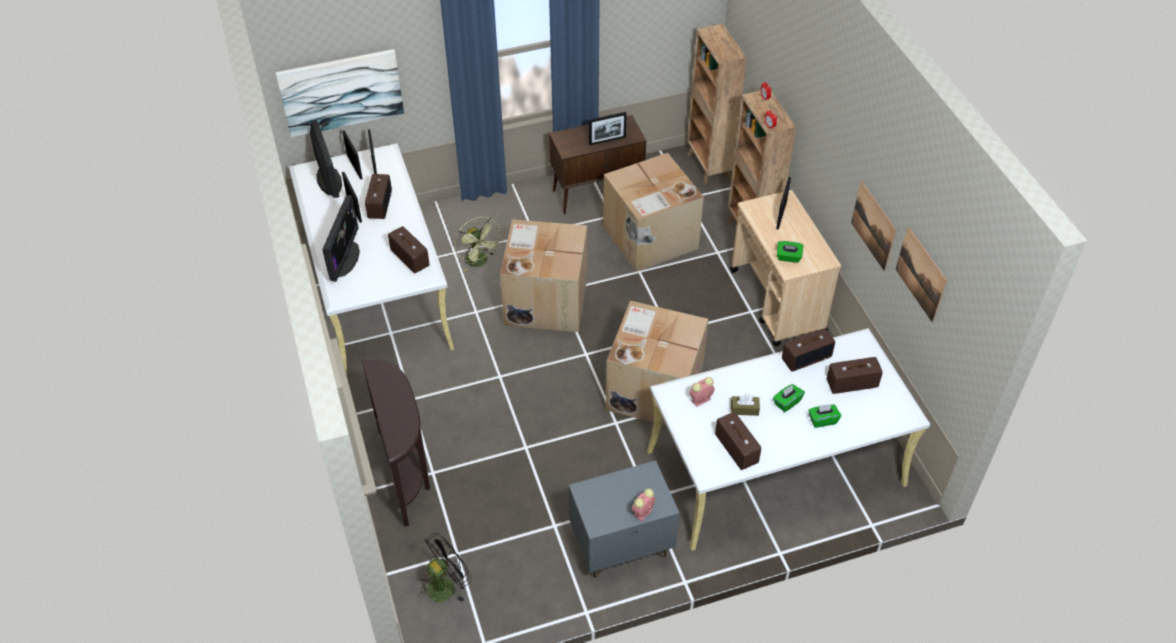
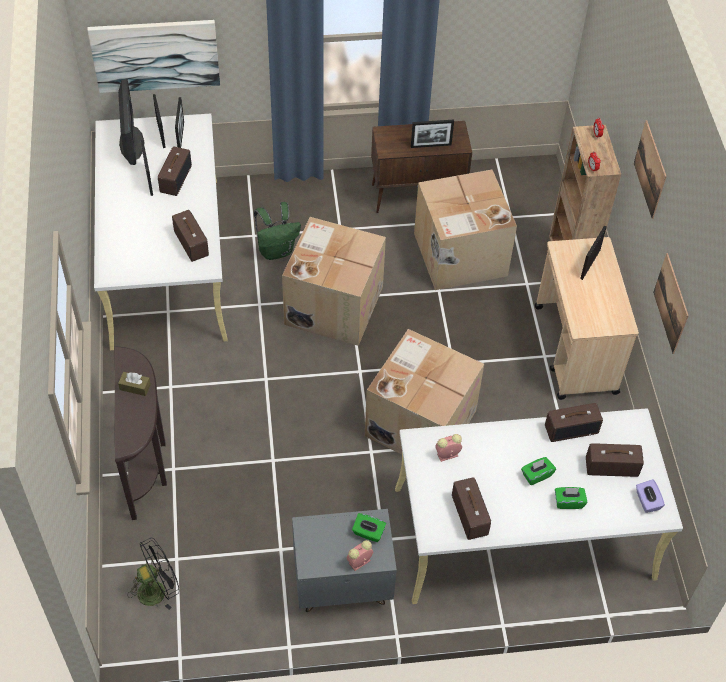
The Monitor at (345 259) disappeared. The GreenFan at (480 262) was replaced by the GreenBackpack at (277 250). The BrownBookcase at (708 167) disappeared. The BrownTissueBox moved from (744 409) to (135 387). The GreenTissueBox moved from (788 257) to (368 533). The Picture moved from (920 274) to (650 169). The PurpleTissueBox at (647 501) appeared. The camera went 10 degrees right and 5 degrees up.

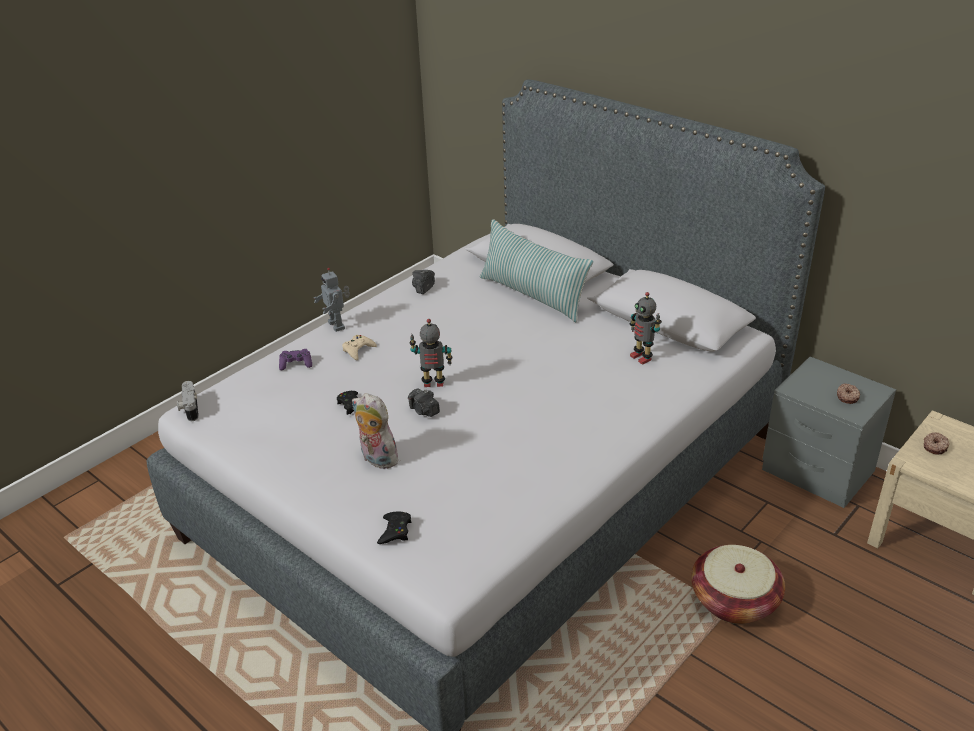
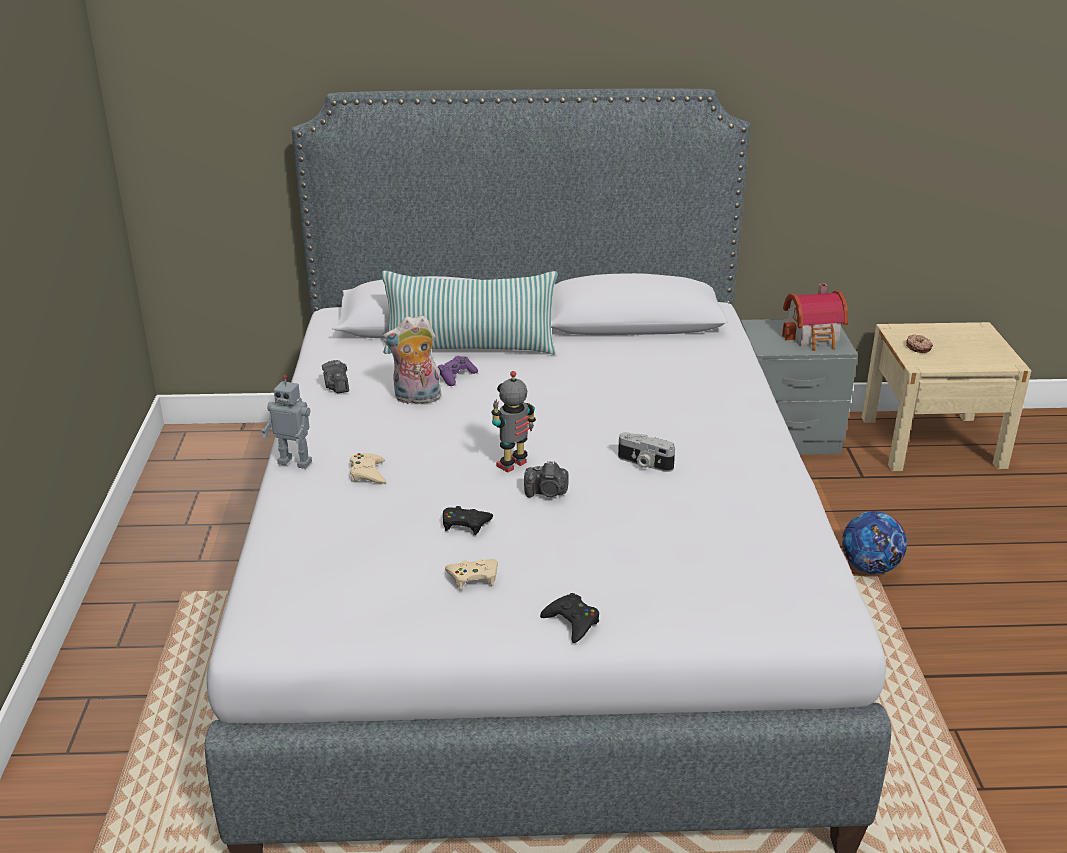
The PhotoCamera moved from (189 408) to (644 463). The PurpleGameController moved from (296 364) to (456 376). The PlushToy moved from (376 459) to (416 399). The BlackGameController moved from (395 531) to (572 622). The ToyRobot at (642 357) disappeared. The Basket at (734 600) was replaced by the Football at (869 567). The Donut at (848 397) was replaced by the ToyHouse at (815 337). The BeigeGameController at (473 577) appeared. The camera went 45 degrees left and 5 degrees down.

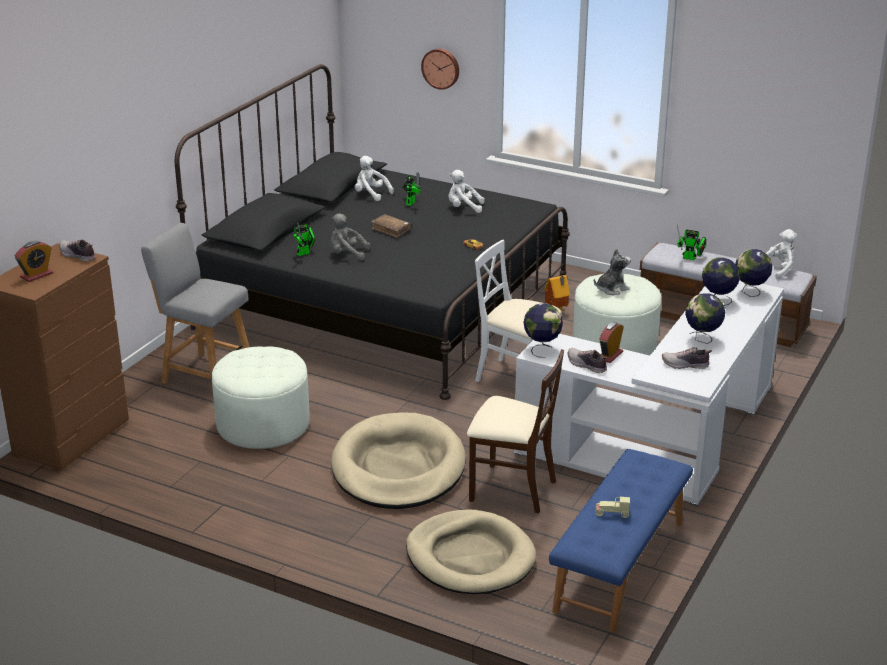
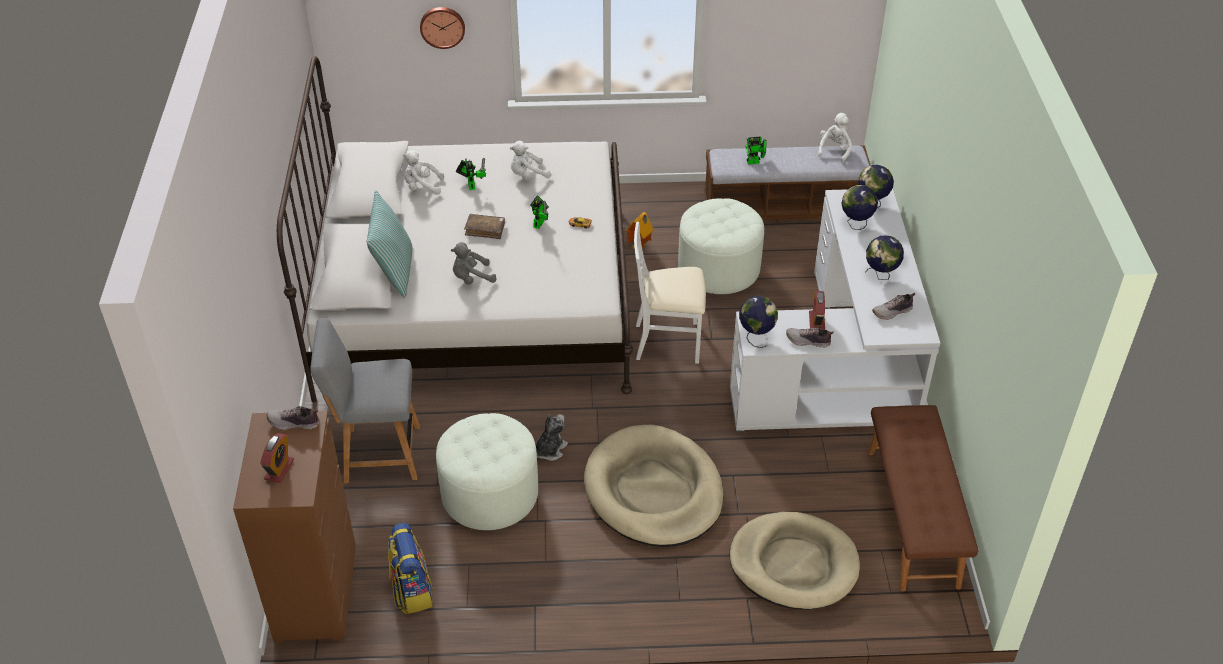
The BlackBed at (383 303) became the WhiteBed at (474 295). The ToyRobot moved from (305 253) to (539 223). The BeigeChair at (511 489) disappeared. The BlueBench at (621 566) became the BrownBench at (913 517). The PlushToy moved from (611 289) to (550 450). The BeigeToyCar at (611 514) disappeared. The Pillow at (394 272) appeared. The Backpack at (411 590) appeared. The camera went 30 degrees left and 15 degrees up.

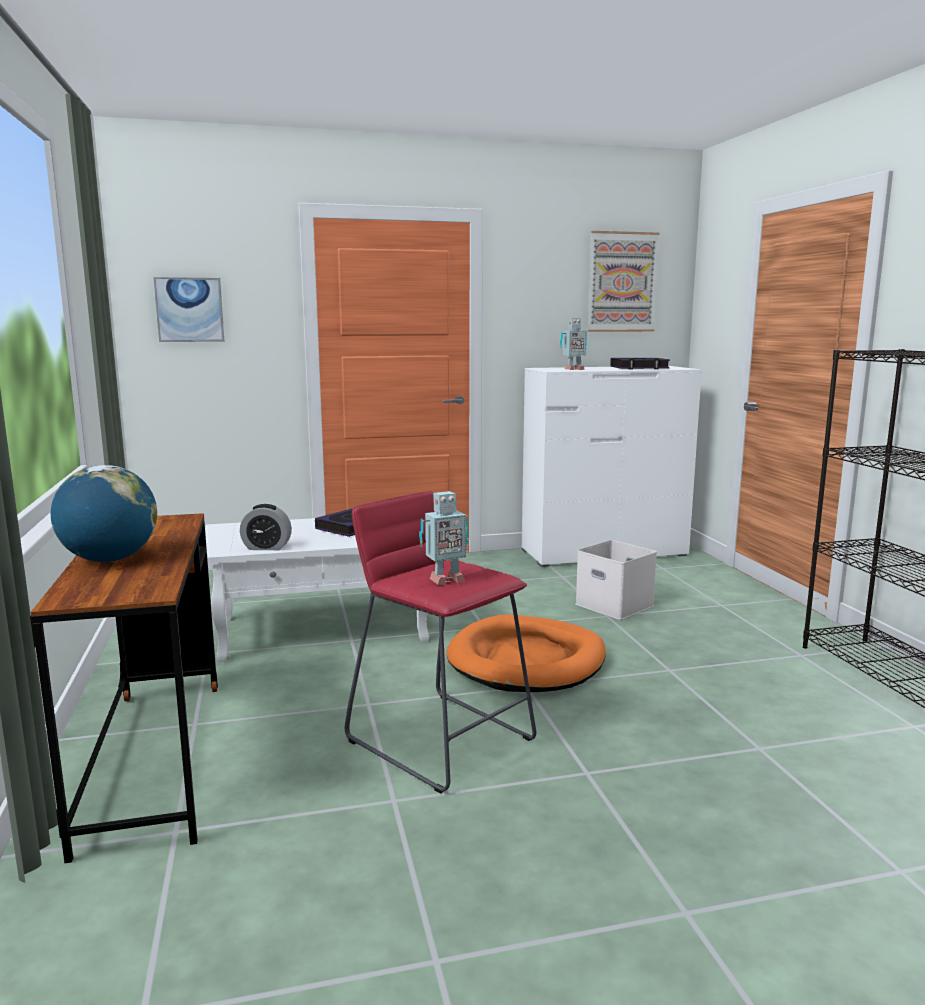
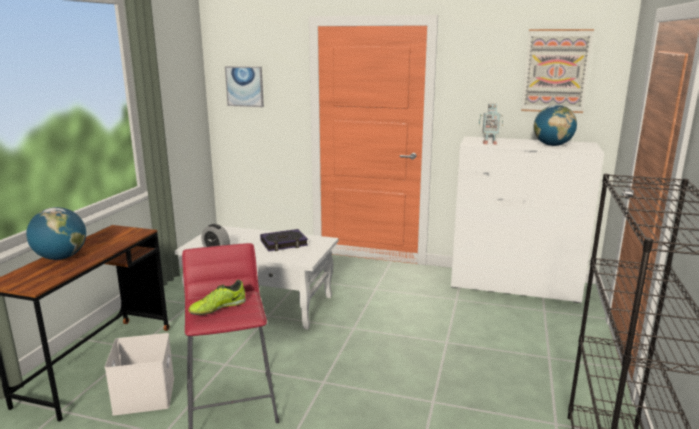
The ToyRobot at (445 580) was replaced by the Shoe at (218 308). The OrangeDogBed at (527 660) disappeared. The WhiteStorageBox moved from (616 605) to (145 395). The Book at (639 368) was replaced by the Globe at (552 145). The camera went 30 degrees right and 5 degrees up.

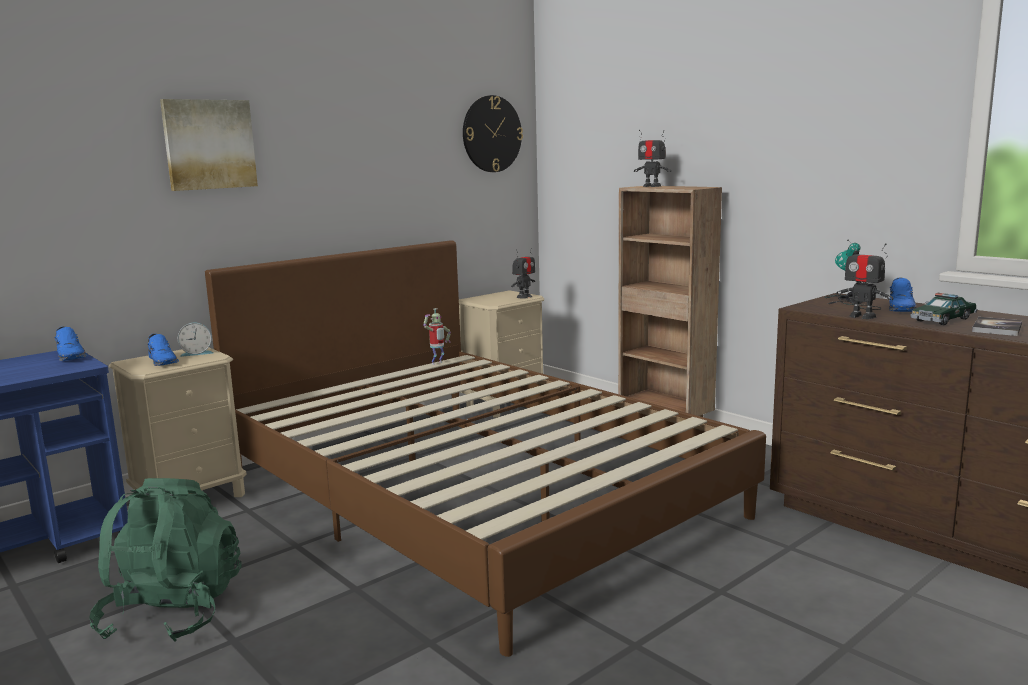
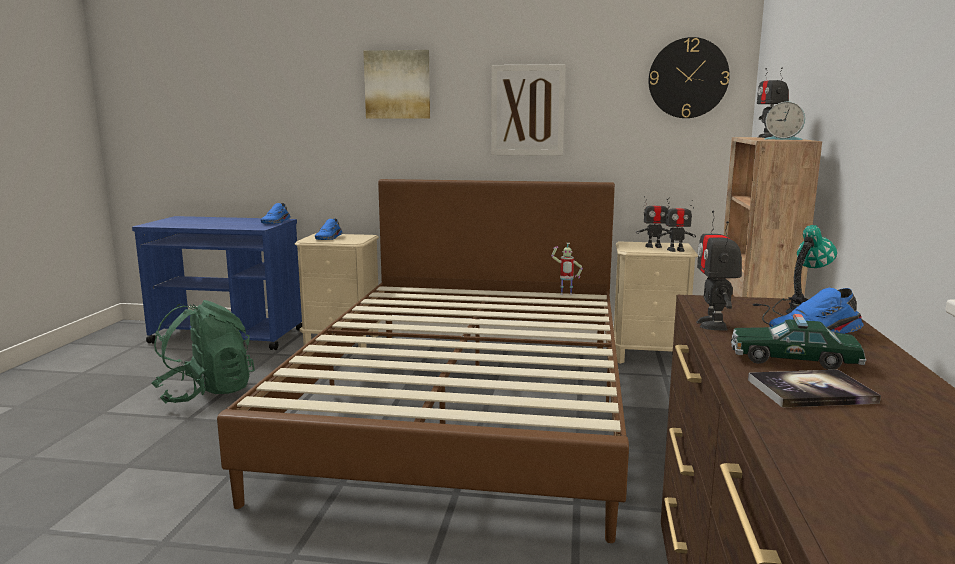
The AlarmClock moved from (196 353) to (784 139). The Picture at (527 110) appeared. The ToyRobot at (653 246) appeared. The camera went 50 degrees right and 0 degrees up.

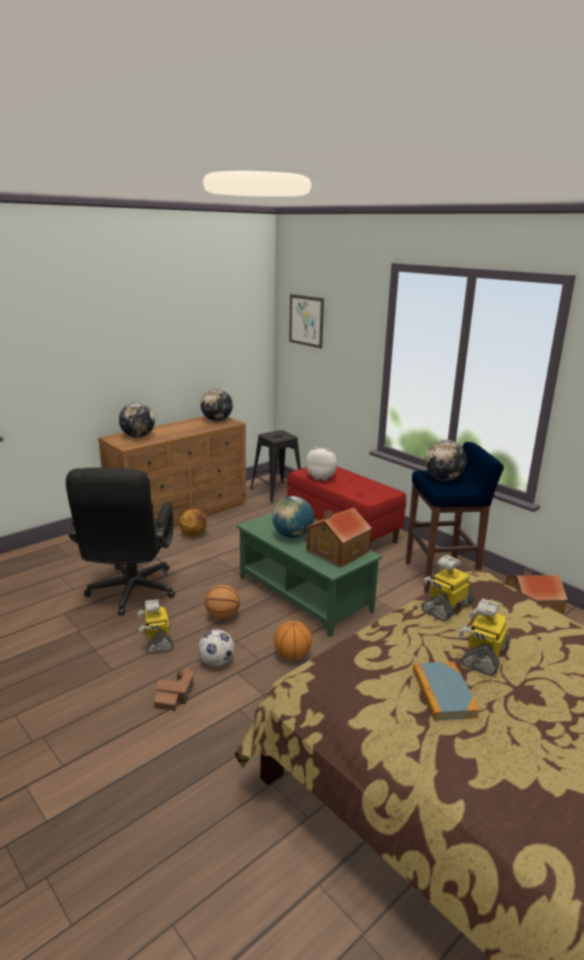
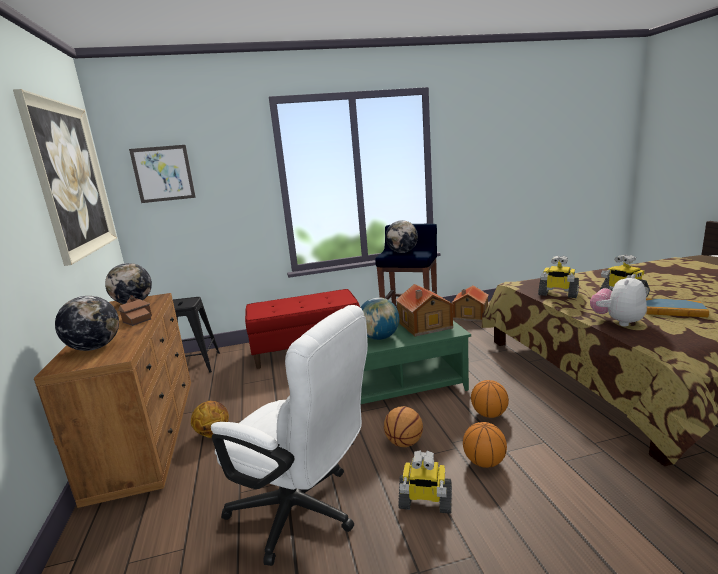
The BlackOfficeChair at (130 594) became the WhiteOfficeChair at (303 512). The ToyHouse moved from (175 696) to (137 318). The Football at (216 662) was replaced by the Basketball at (484 462). The PlushToy moved from (321 477) to (617 321). The ToyRobot at (446 607) turned 45 degrees counterclockwise. The Picture at (71 179) appeared. The camera went 60 degrees left and 5 degrees down.

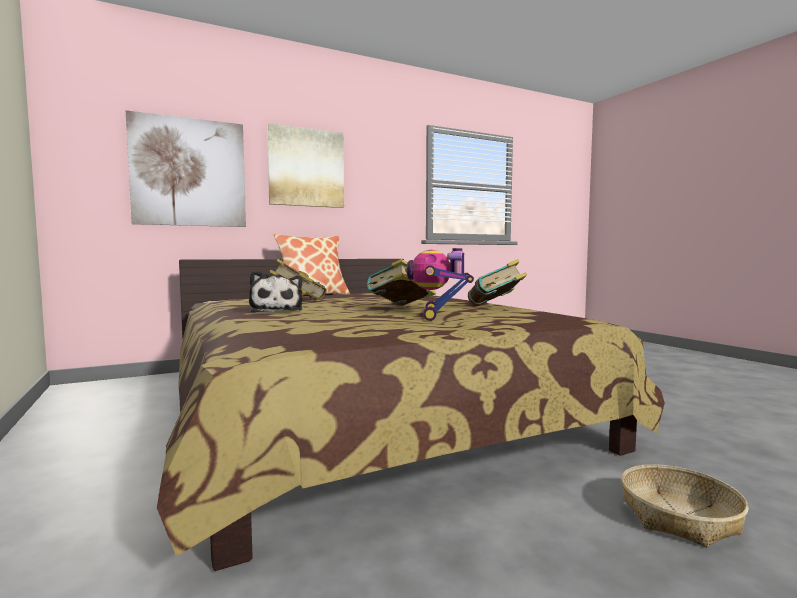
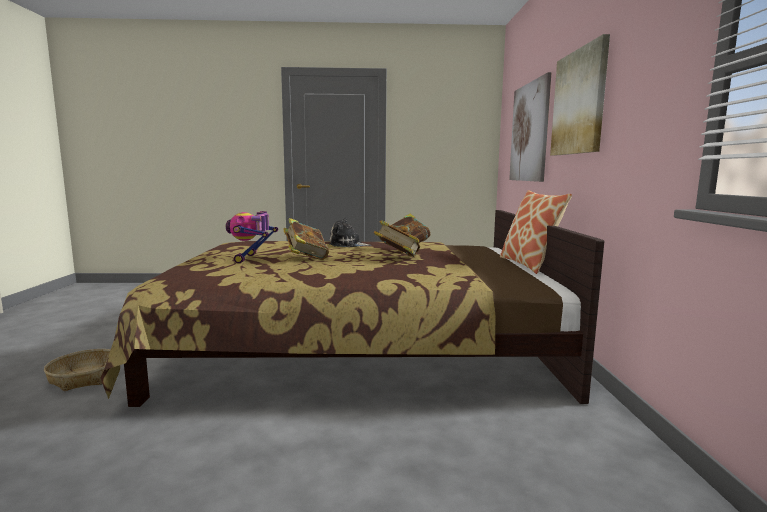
The ToyRobot at (440 316) turned 120 degrees counterclockwise. The Book moved from (495 308) to (397 258). The camera went 115 degrees right and 5 degrees up.

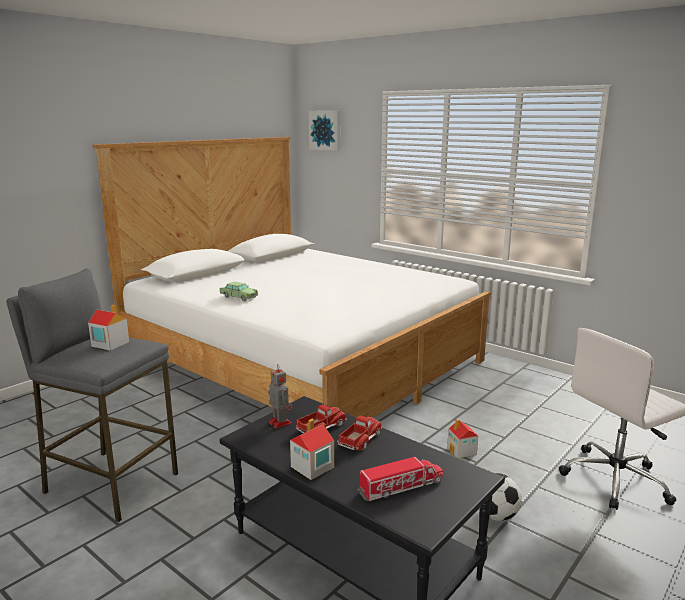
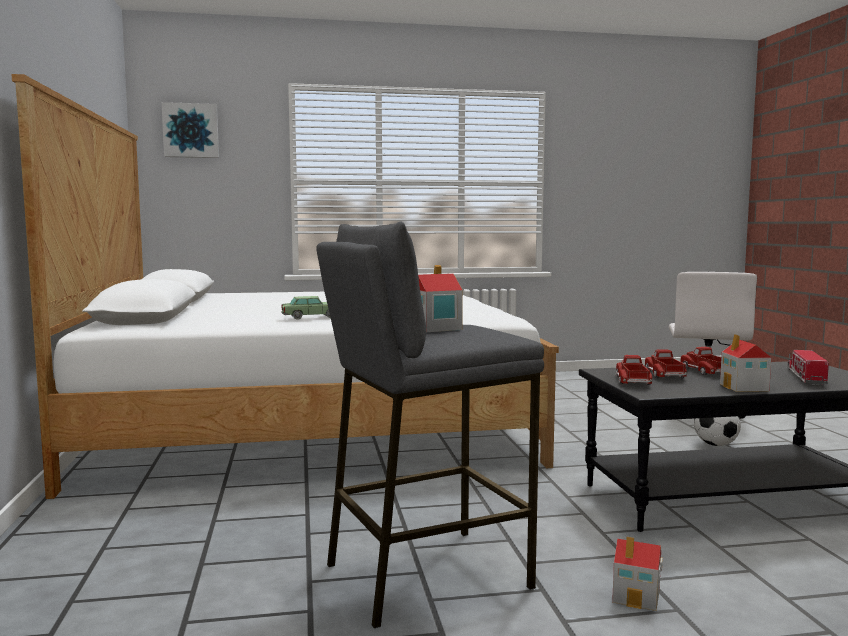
The ToyRobot at (279 422) was replaced by the ToyTruck at (632 381). The ToyHouse moved from (462 451) to (637 596). The camera went 50 degrees left and 10 degrees down.

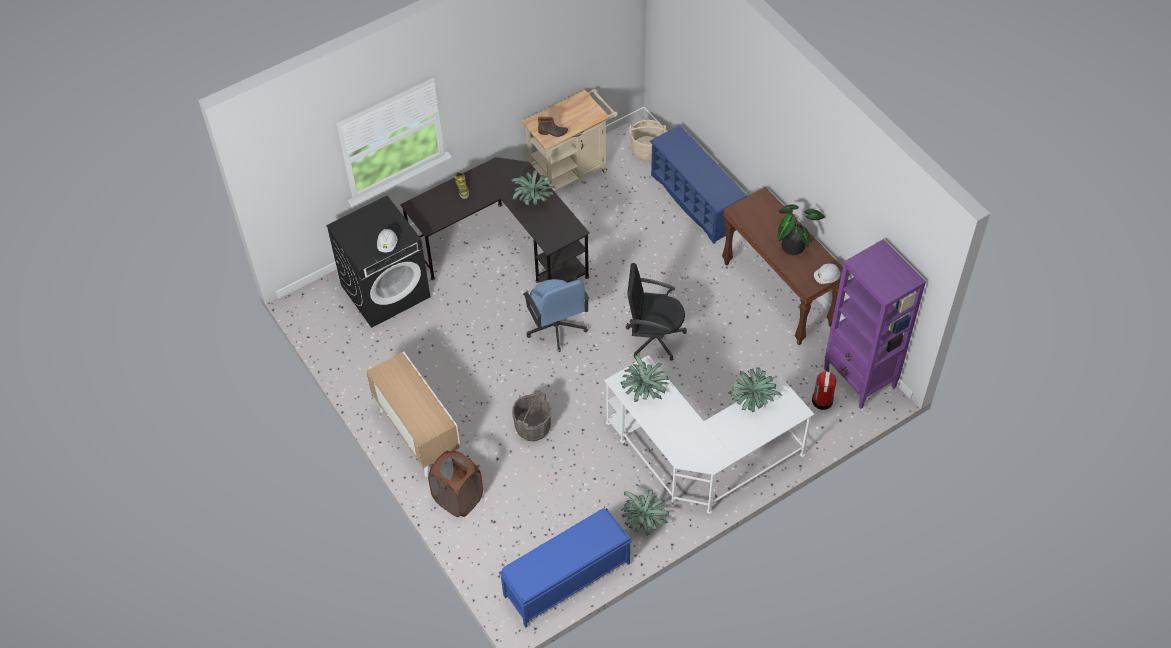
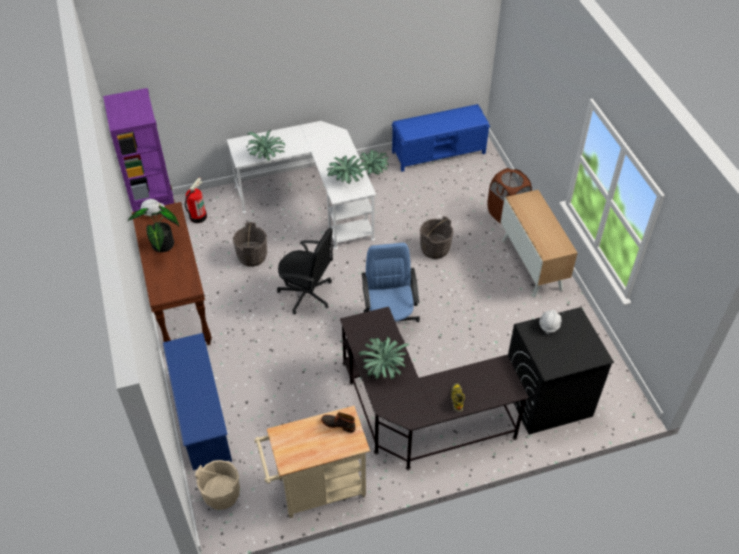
The GreyBucket at (252 256) appeared. The camera went 165 degrees left and 5 degrees down.

